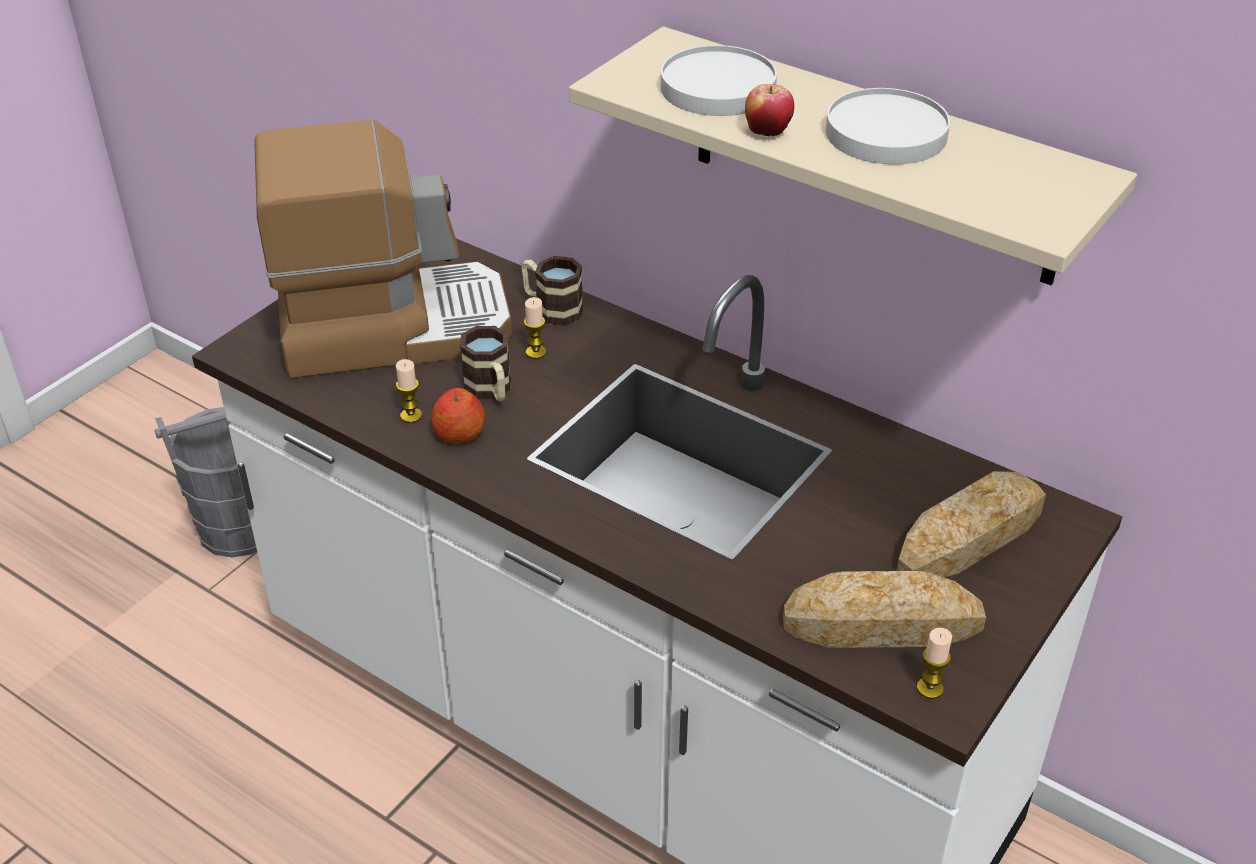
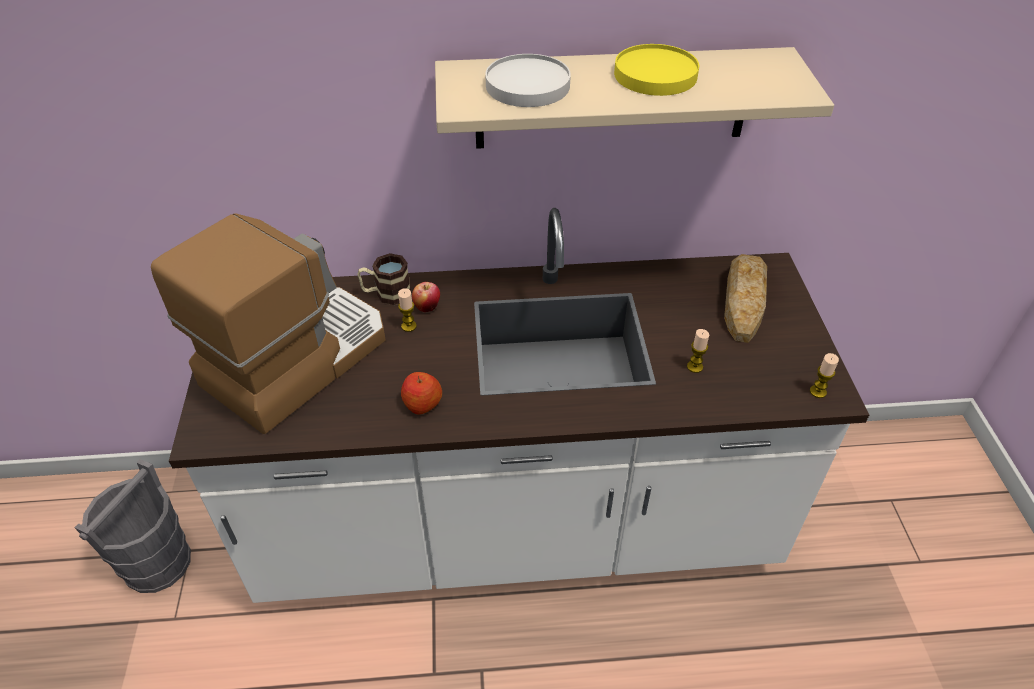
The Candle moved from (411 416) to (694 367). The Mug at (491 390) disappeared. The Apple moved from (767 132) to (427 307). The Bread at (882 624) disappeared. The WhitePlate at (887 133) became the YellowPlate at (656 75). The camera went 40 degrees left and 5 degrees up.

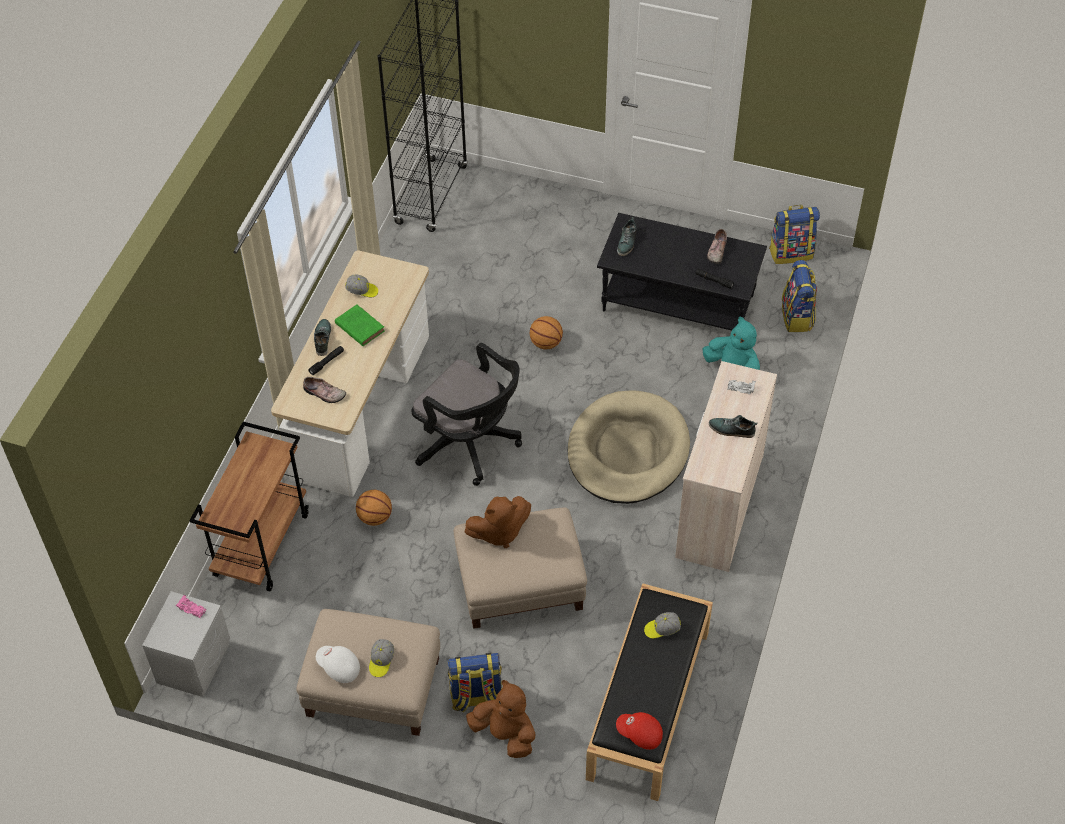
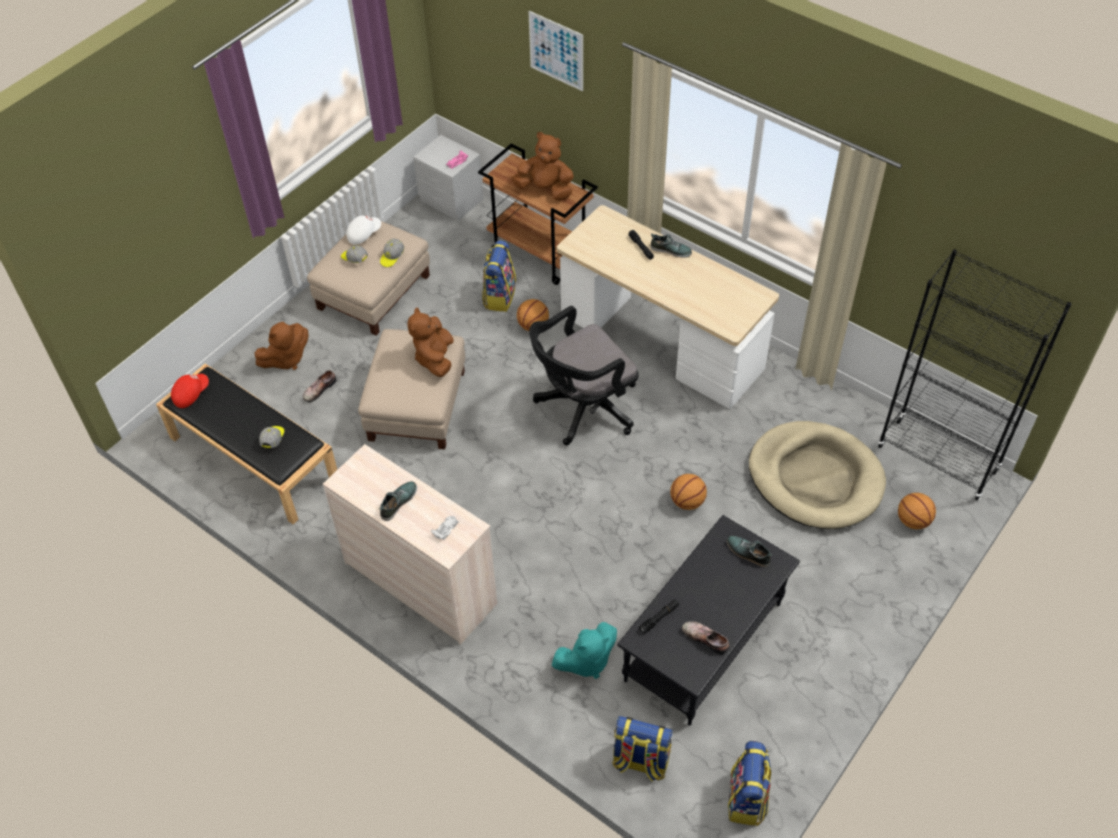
The Shoe moved from (324 394) to (318 389). The GreenBook at (359 327) disappeared. The Cap moved from (362 291) to (392 257). The Backpack moved from (476 697) to (499 296). The BeigeDogBed moved from (628 451) to (815 478). The BrownPlushToy at (545 189) appeared. The Picture at (556 51) appeared. The Basketball at (912 521) appeared. The camera went 110 degrees right and 0 degrees up.

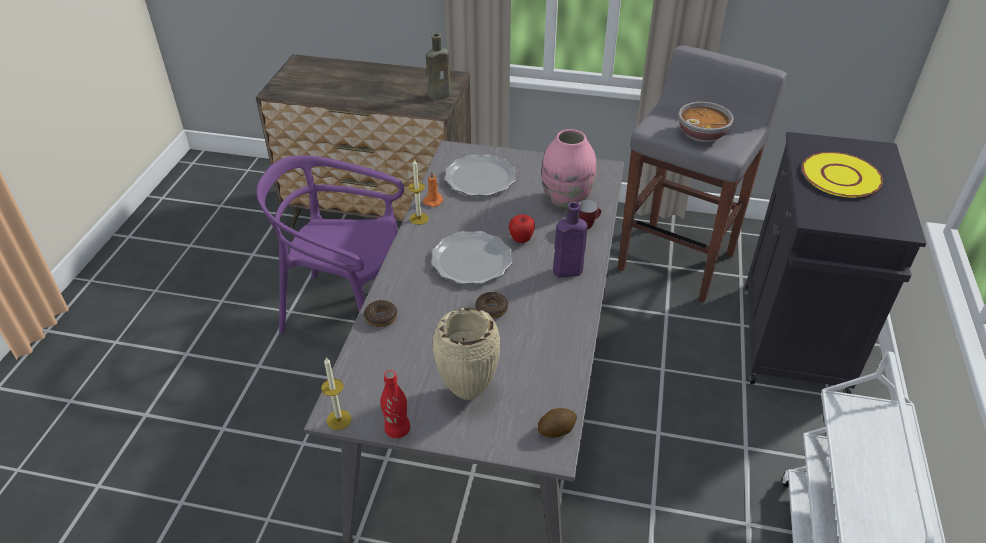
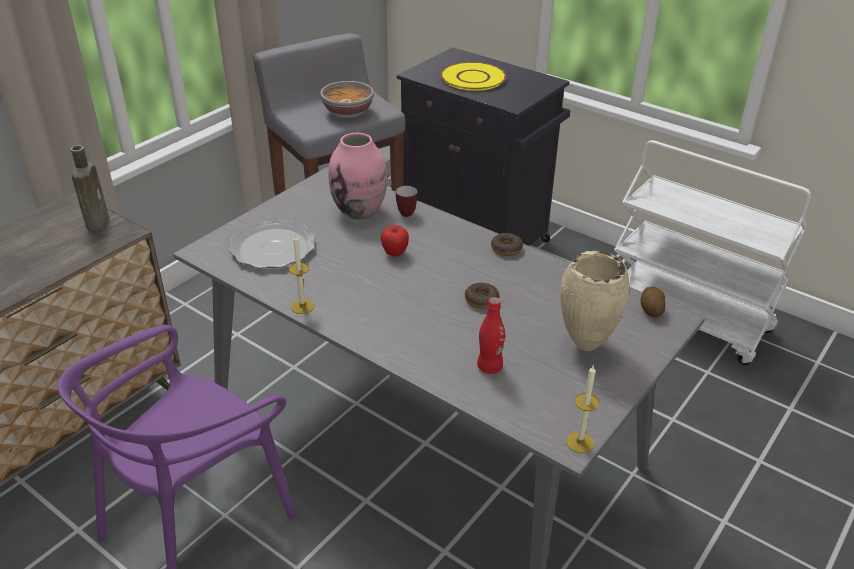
The Donut moved from (381 317) to (506 249). The RedBottle moved from (397 429) to (489 367). The OrangeCandle at (434 201) disappeared. The Plate at (471 261) disappeared. The PurpleBottle at (565 271) disappeared. The camera went 65 degrees left and 5 degrees down.

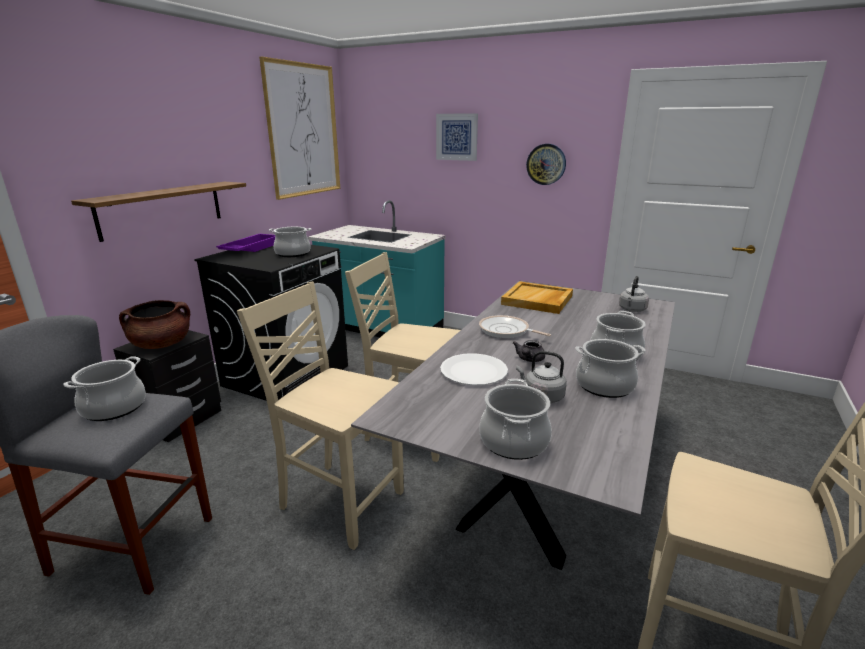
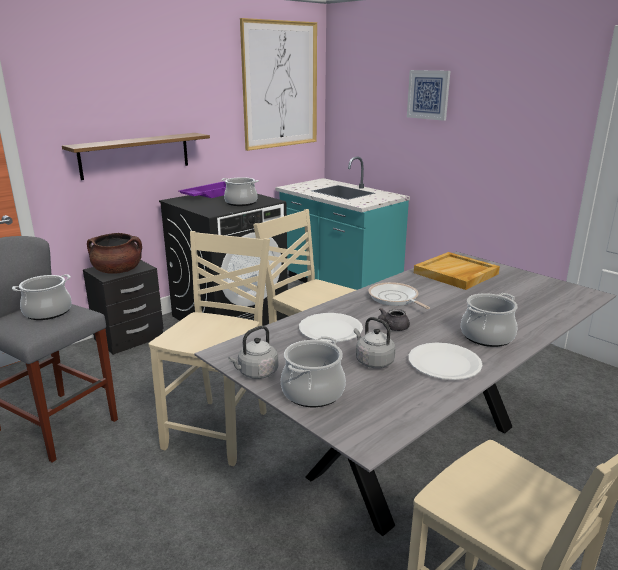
The BeigeChair at (339 500) turned 60 degrees clockwise. The WallClock at (546 164) disappeared. The CookingPot at (604 385) was replaced by the WhitePlate at (444 363). The GreyKettle moved from (632 310) to (256 373). The camera went 20 degrees right and 0 degrees up.

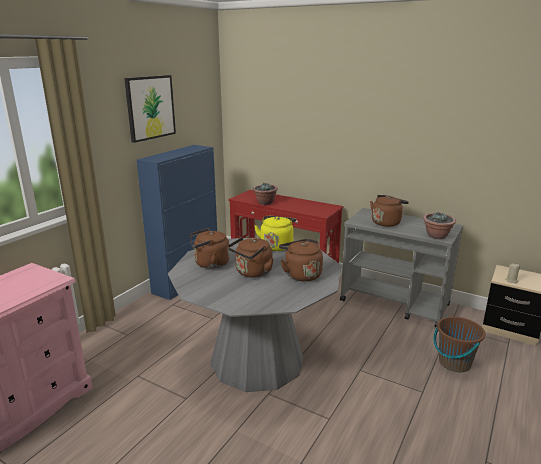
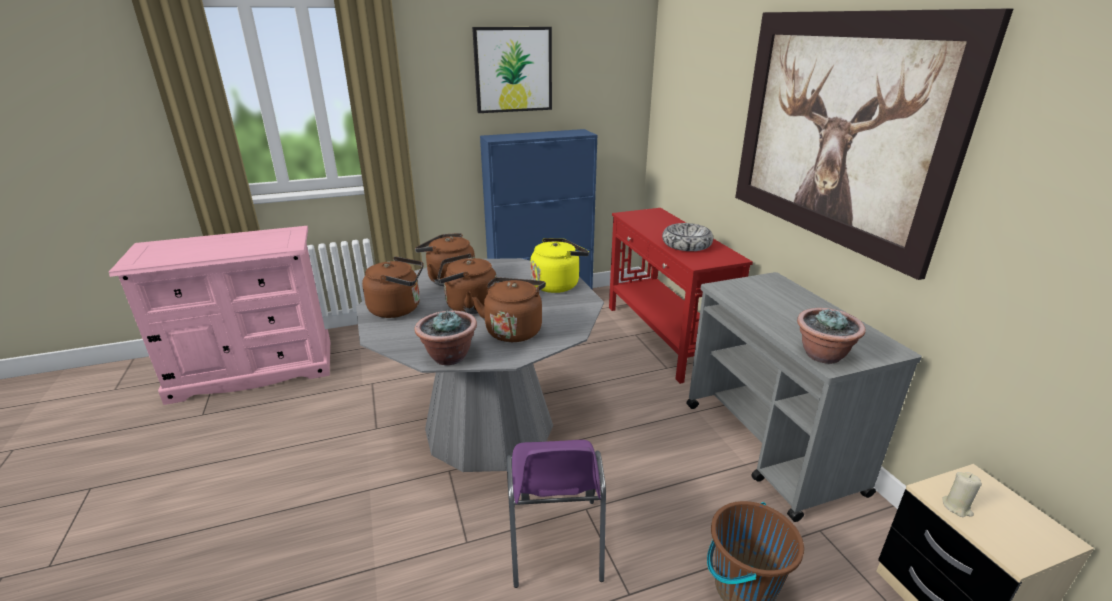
The PottedPlant moved from (265 203) to (448 356). The BrownKettle moved from (386 222) to (398 309). The PurpleChair at (554 544) appeared. The Bowl at (686 244) appeared. The Picture at (837 130) appeared. The camera went 40 degrees right and 5 degrees up.

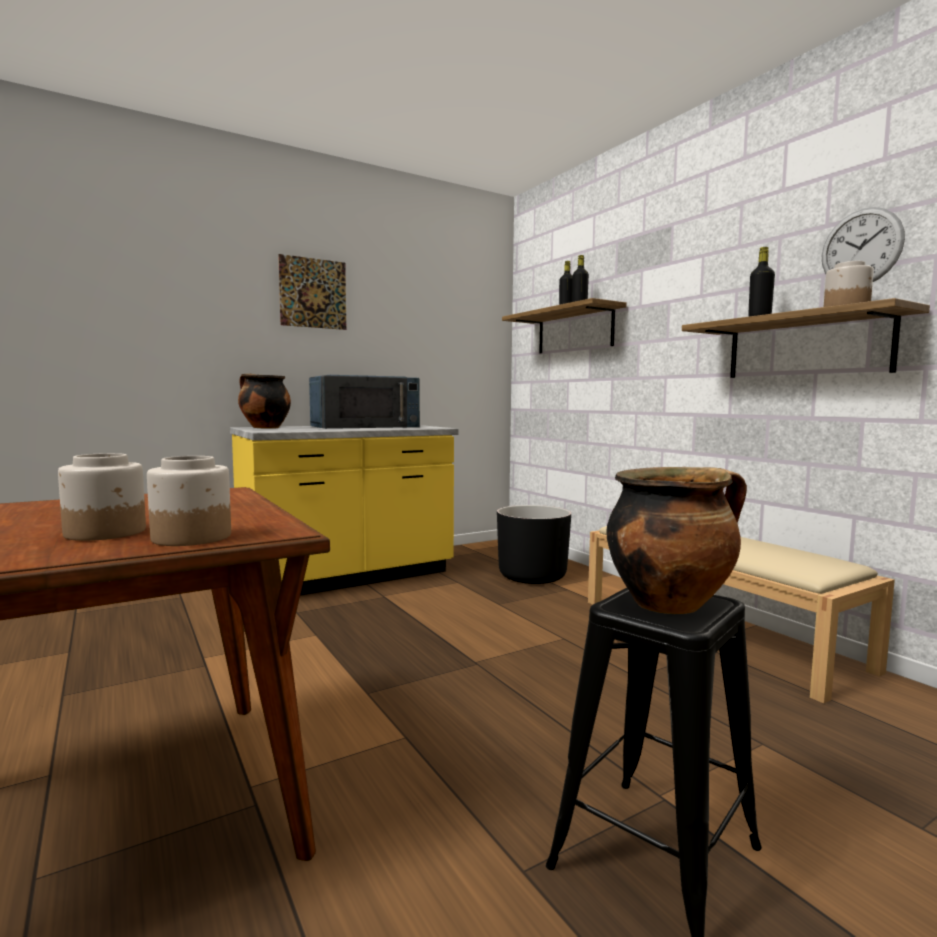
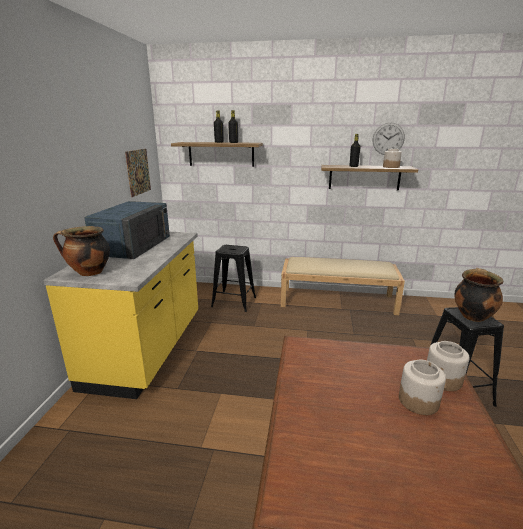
The Picture moved from (313 293) to (138 172). The BlackPlanter at (532 576) was replaced by the BlackStool at (233 302). The camera went 50 degrees left and 15 degrees up.

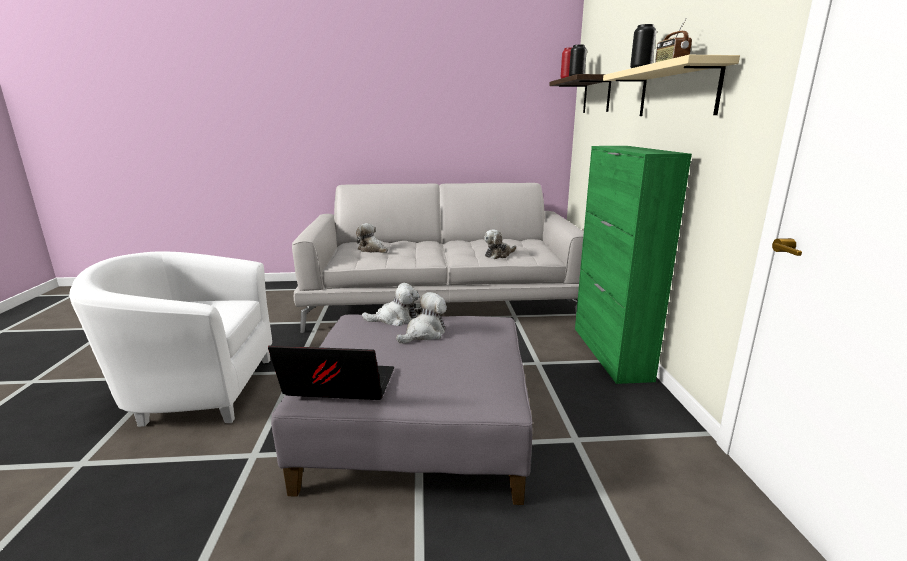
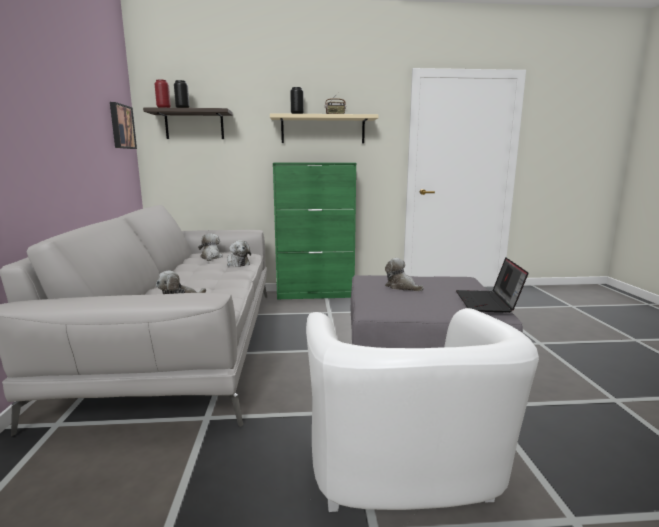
The PlushToy moved from (395 319) to (211 257). The Picture at (121 126) appeared. The camera went 90 degrees left and 5 degrees down.

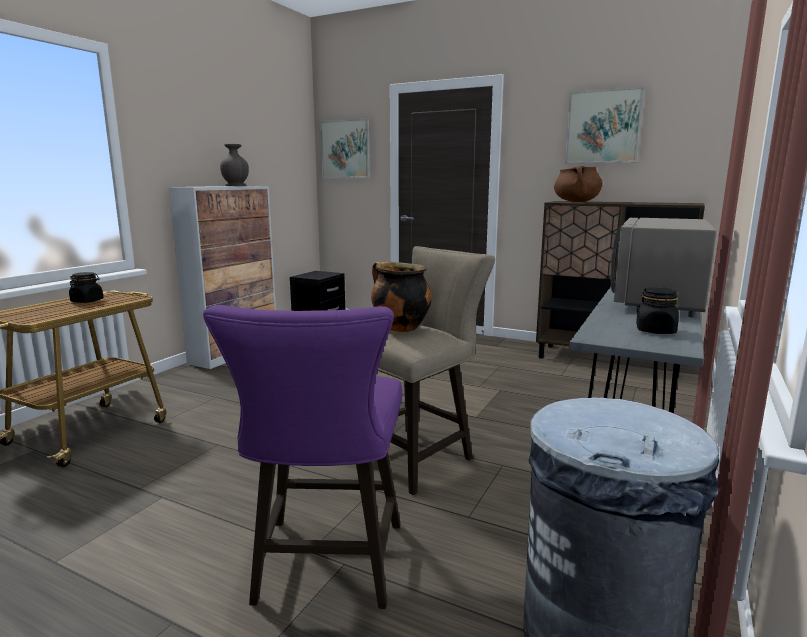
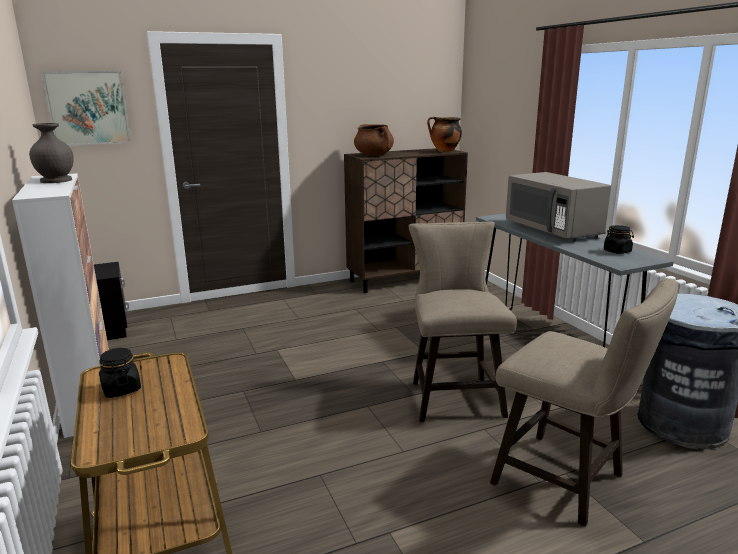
The PurpleStool at (326 570) became the BeigeStool at (567 482). The CookingPot moved from (399 328) to (444 151). The Picture at (603 126) disappeared. The camera went 50 degrees left and 5 degrees up.

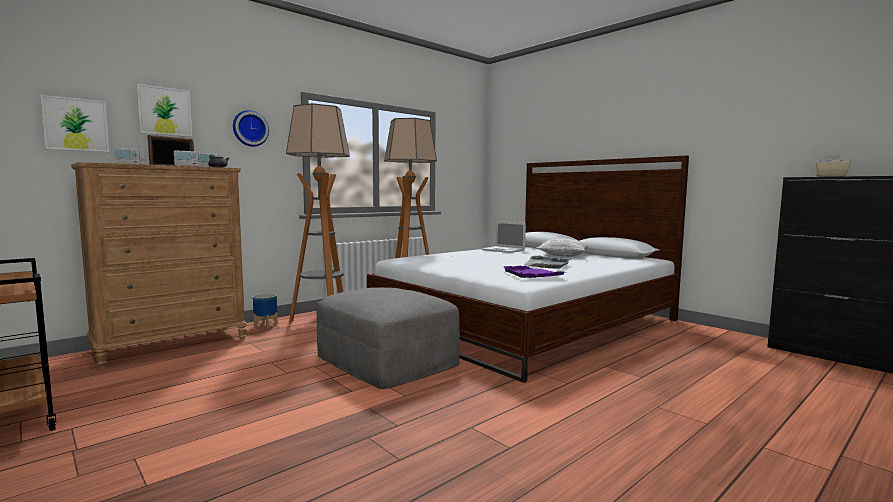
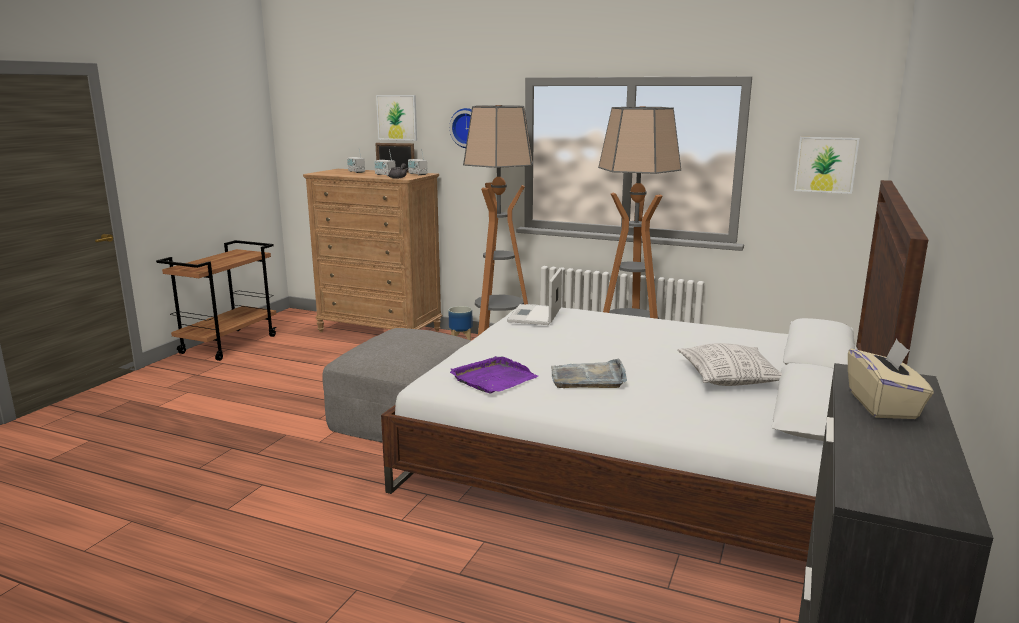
The Picture moved from (76 124) to (826 164). The Laptop moved from (504 250) to (534 316). The camera went 65 degrees right and 10 degrees up.

